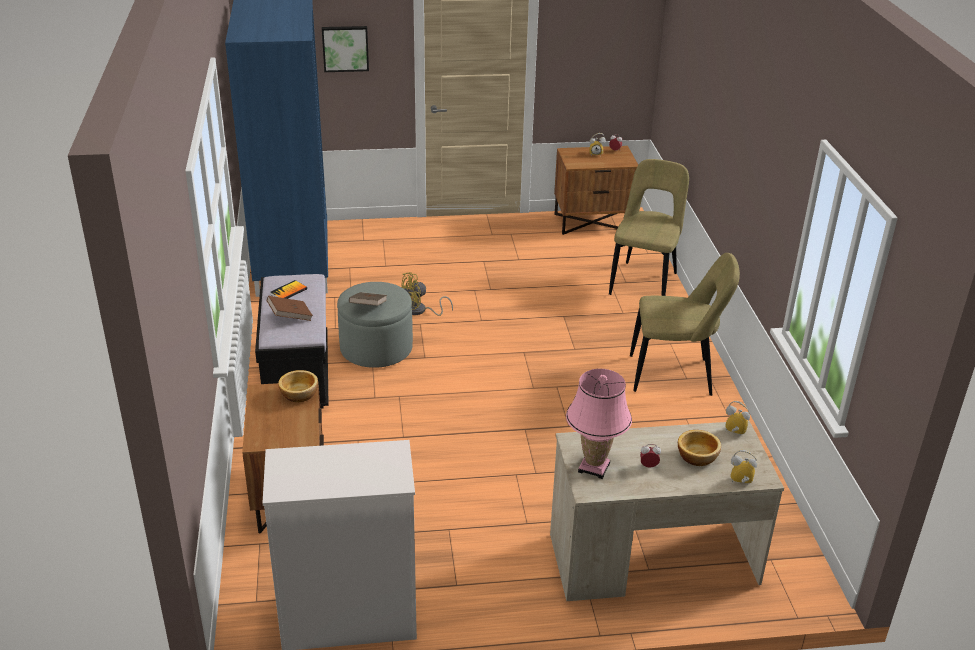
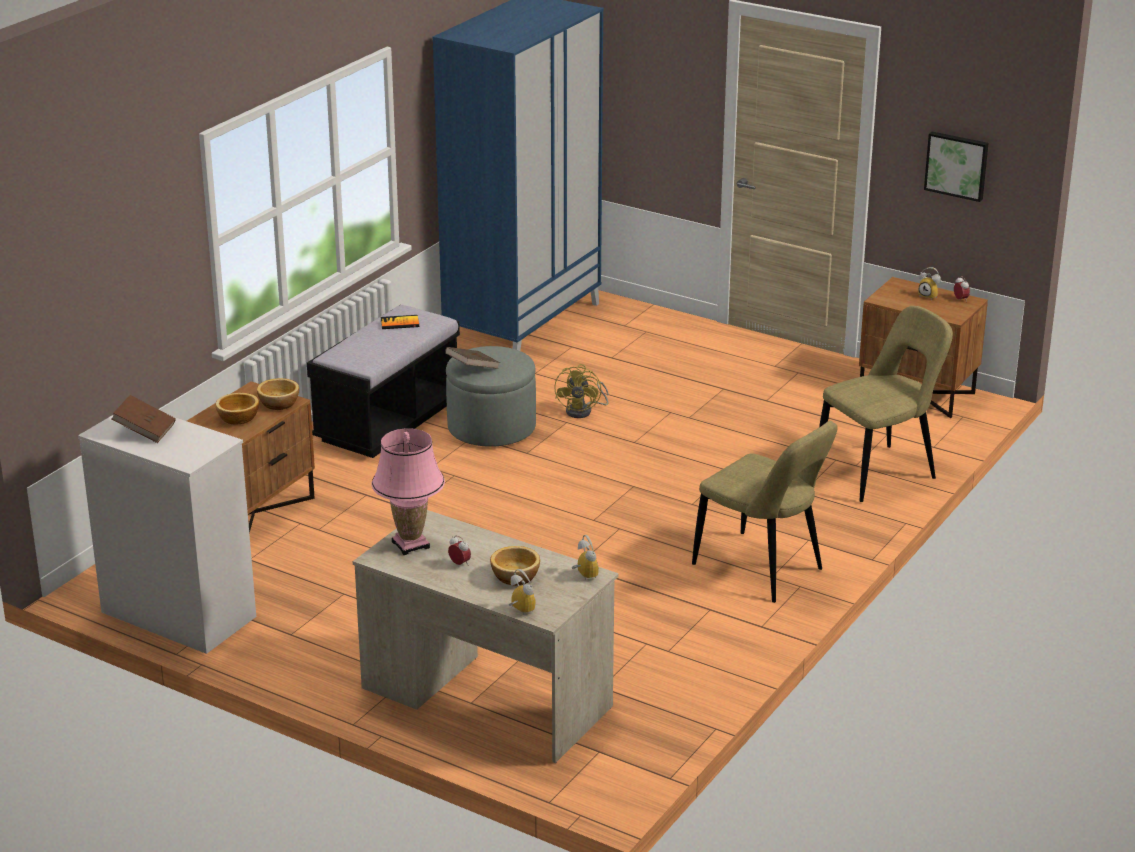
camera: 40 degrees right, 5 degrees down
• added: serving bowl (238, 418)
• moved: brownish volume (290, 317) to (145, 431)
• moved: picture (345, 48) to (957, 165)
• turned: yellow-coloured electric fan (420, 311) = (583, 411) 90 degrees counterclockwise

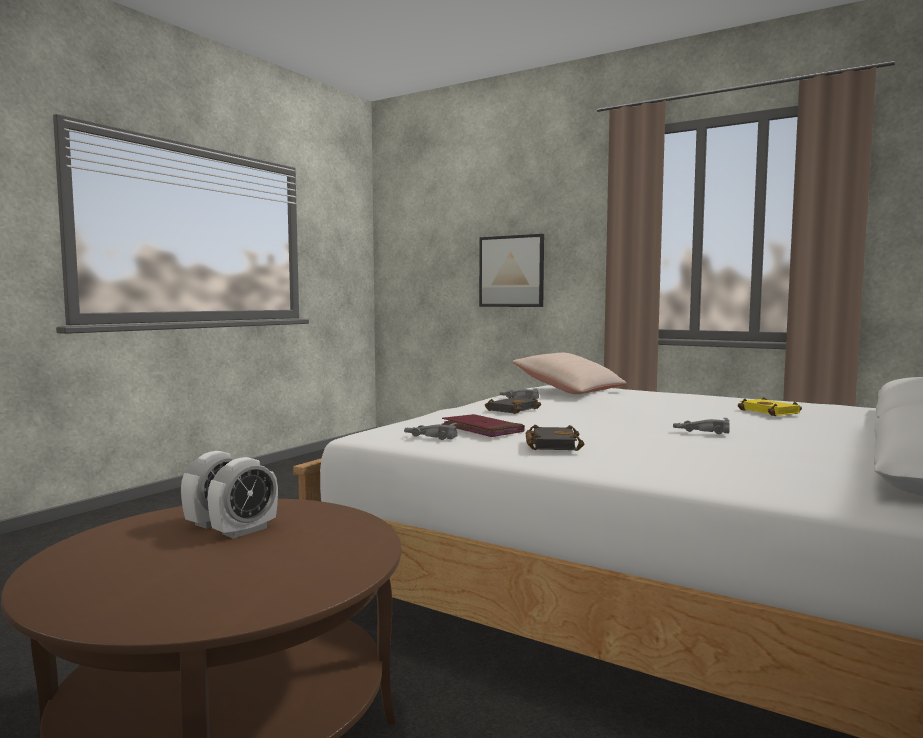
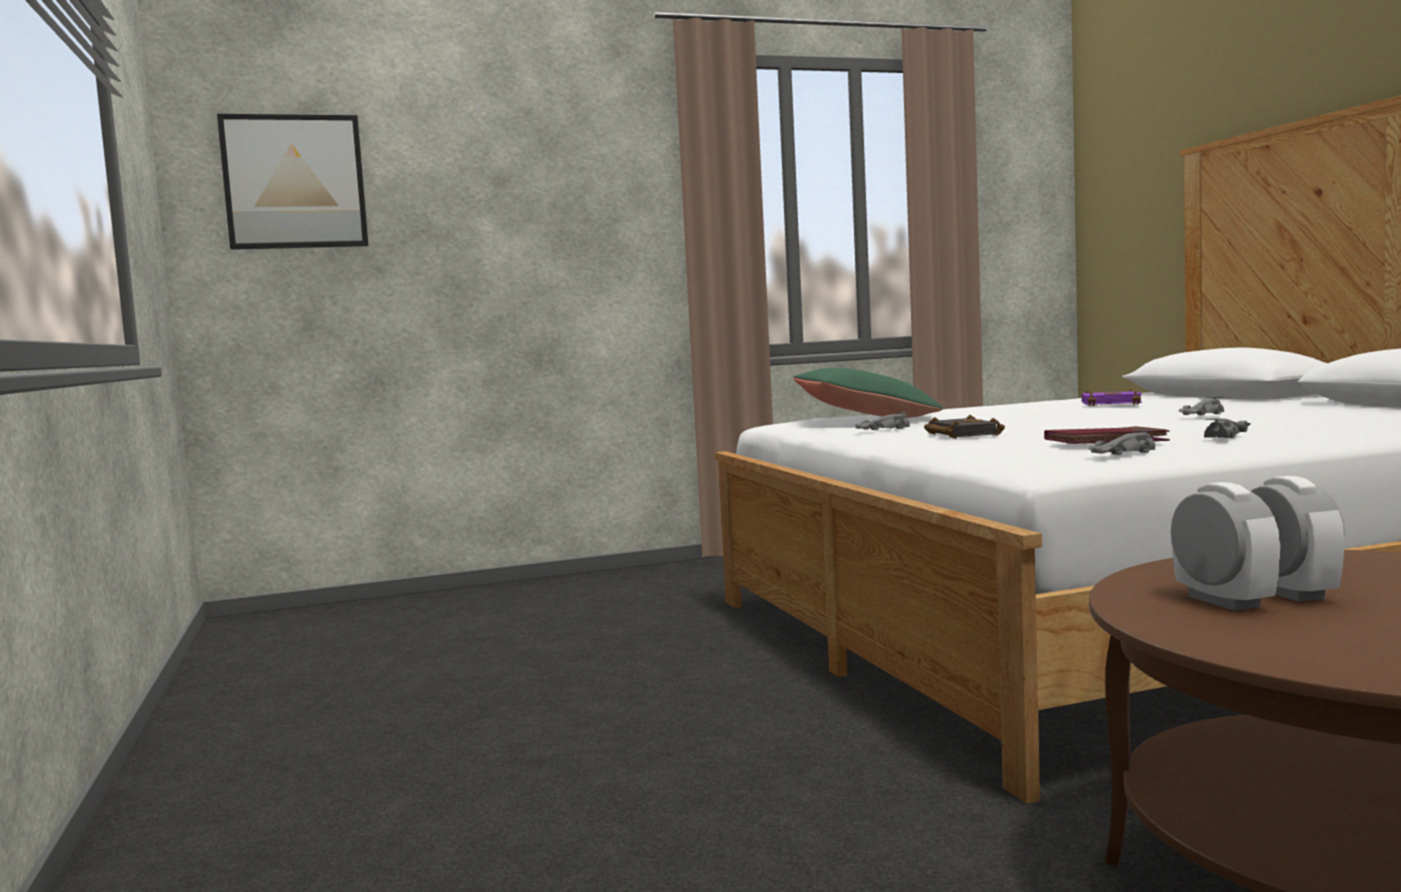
camera: 50 degrees left, 0 degrees up
• moved: picture (511, 271) to (295, 182)
• replaced: black volume (551, 444) to greyish toy car (1228, 435)
• recoloured: beige-coloured pillow (569, 390) to green pillow (865, 418)
• recoloured: yellow-coloured volume (771, 412) to purplish volume (1112, 403)

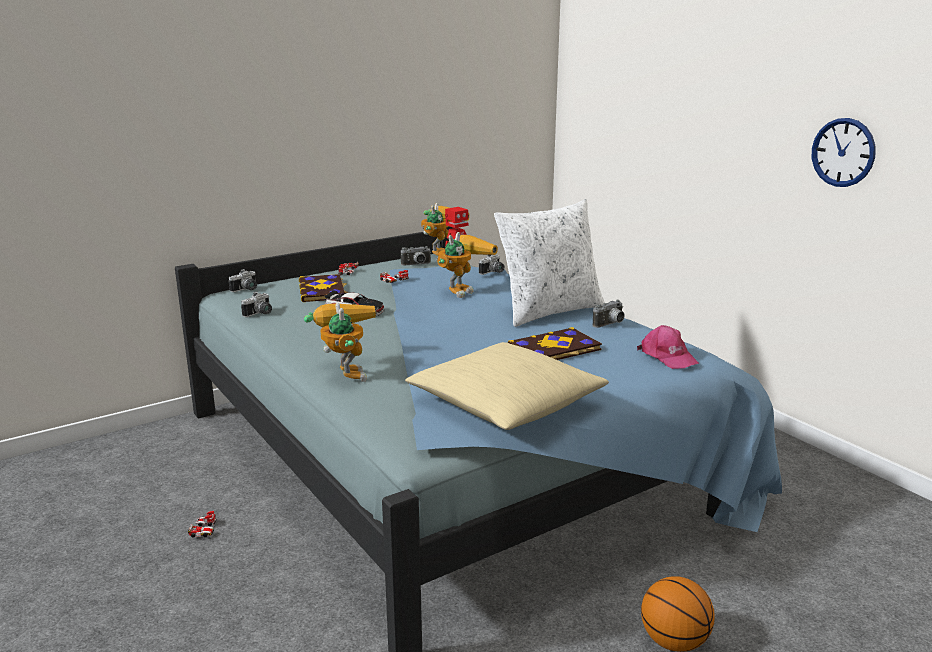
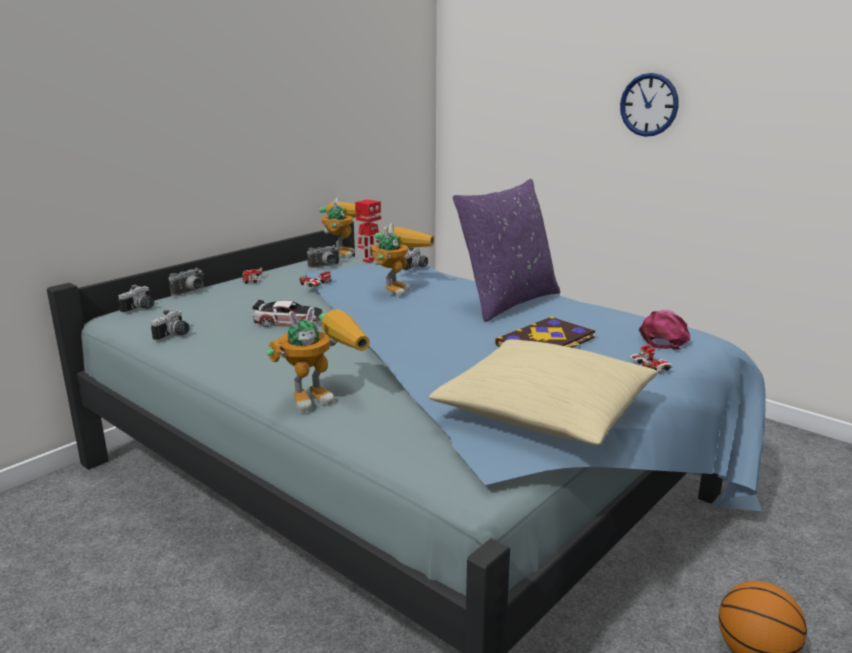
camera: 15 degrees left, 0 degrees up
• removed: volume (322, 290)
• moved: toy car (204, 529) to (649, 366)
• moved: still camera (610, 324) to (190, 292)
• moved: hanging clock (843, 152) to (649, 105)
• recoloured: white pillow (549, 311) to purplish pillow (507, 302)
• turned: model robot (344, 372) = (323, 396) 90 degrees clockwise
• turned: pinkish baseball cap (667, 357) = (665, 338) 105 degrees counterclockwise

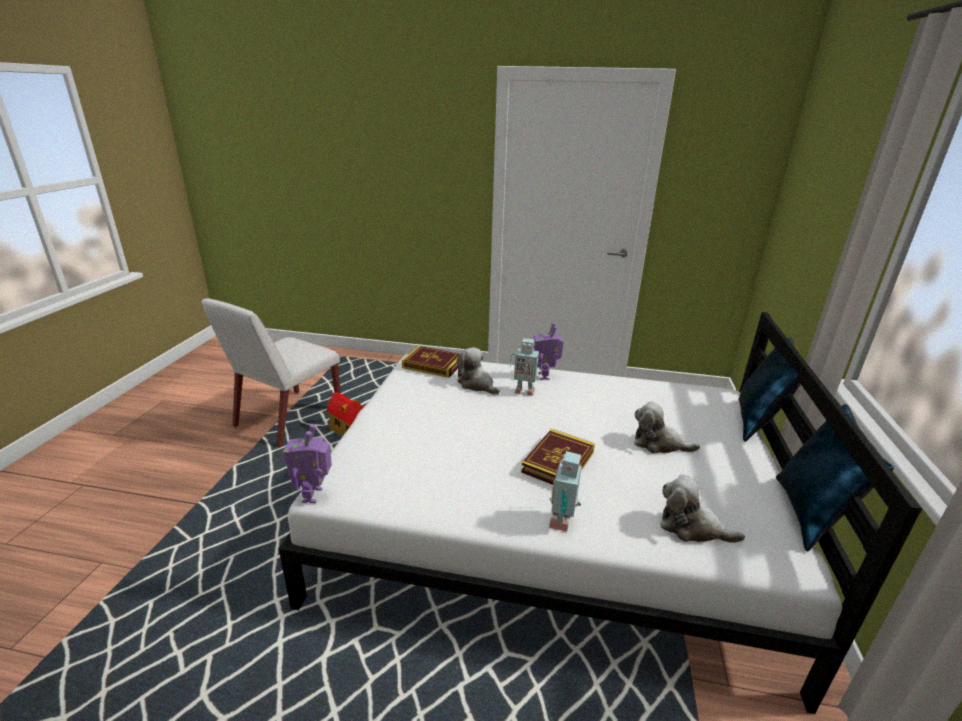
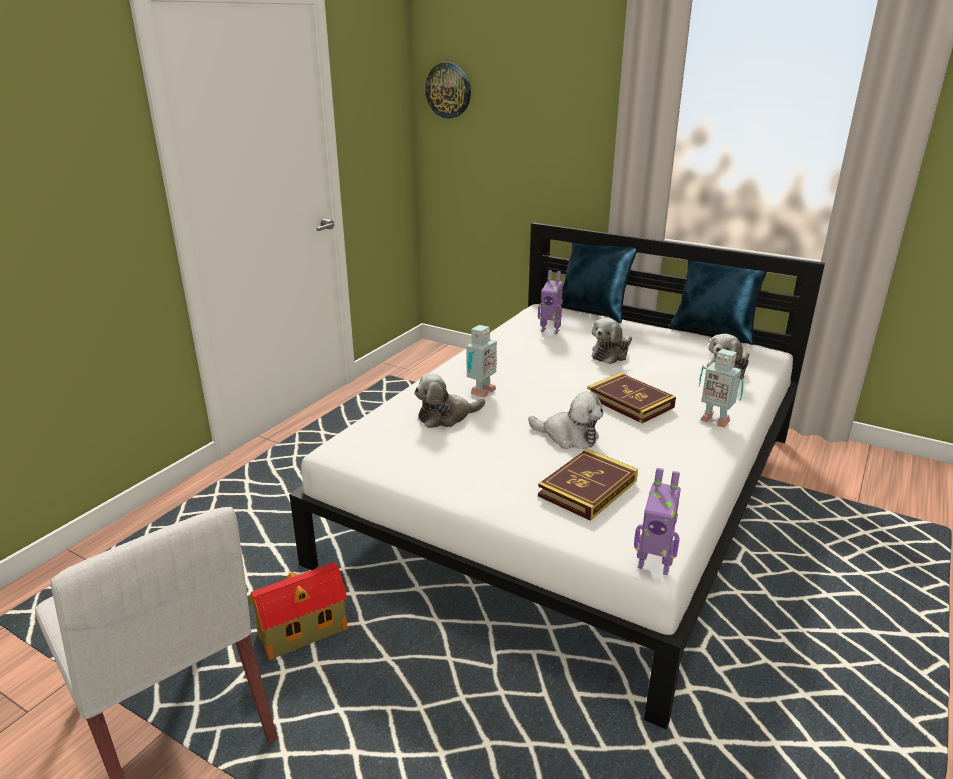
camera: 70 degrees left, 0 degrees up
• added: hanging clock (448, 90)
• added: cuddly toy (568, 436)
• moved: volume (433, 365) to (588, 488)
• moved: model robot (545, 376) to (550, 330)

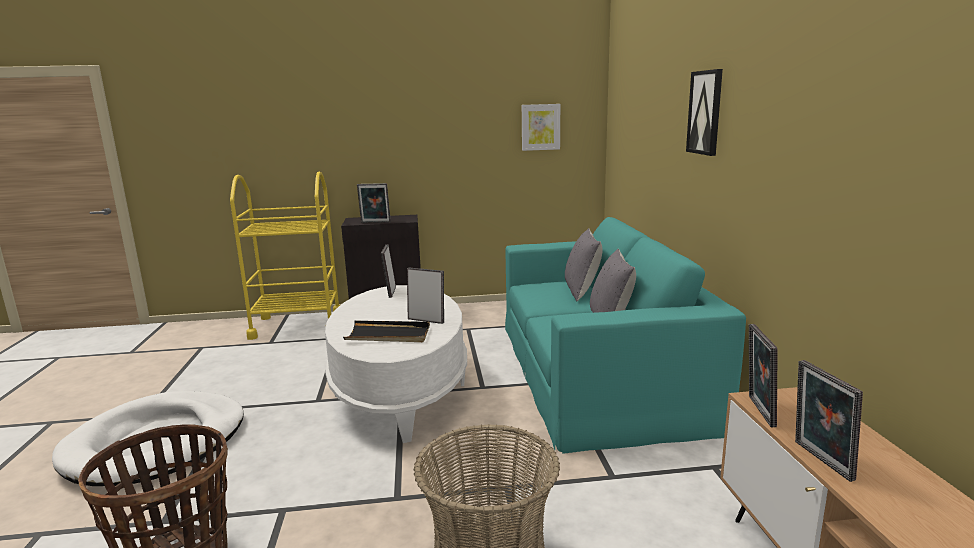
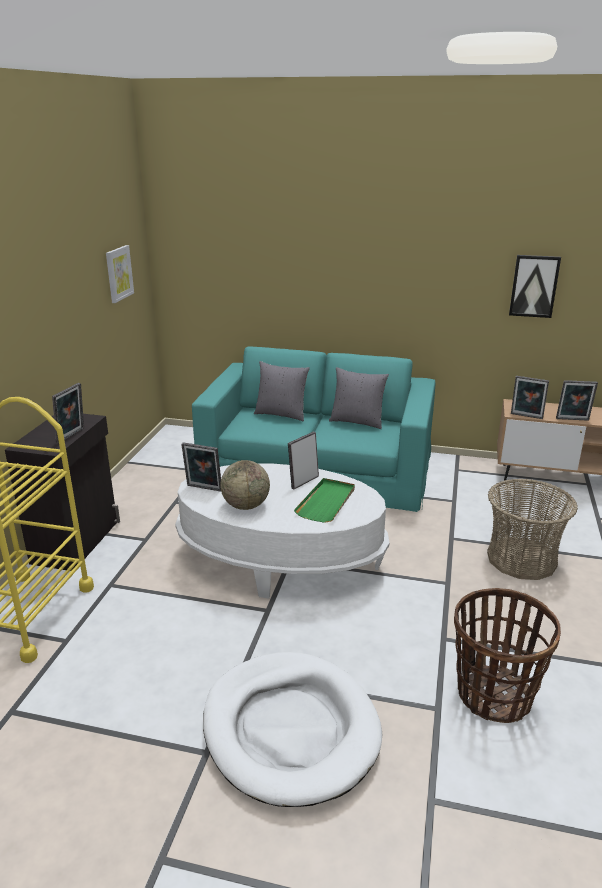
camera: 70 degrees left, 10 degrees up
• added: world globe (246, 505)
• moved: picture (705, 112) to (534, 286)
• recoloured: black tray (388, 335) to green tray (326, 502)

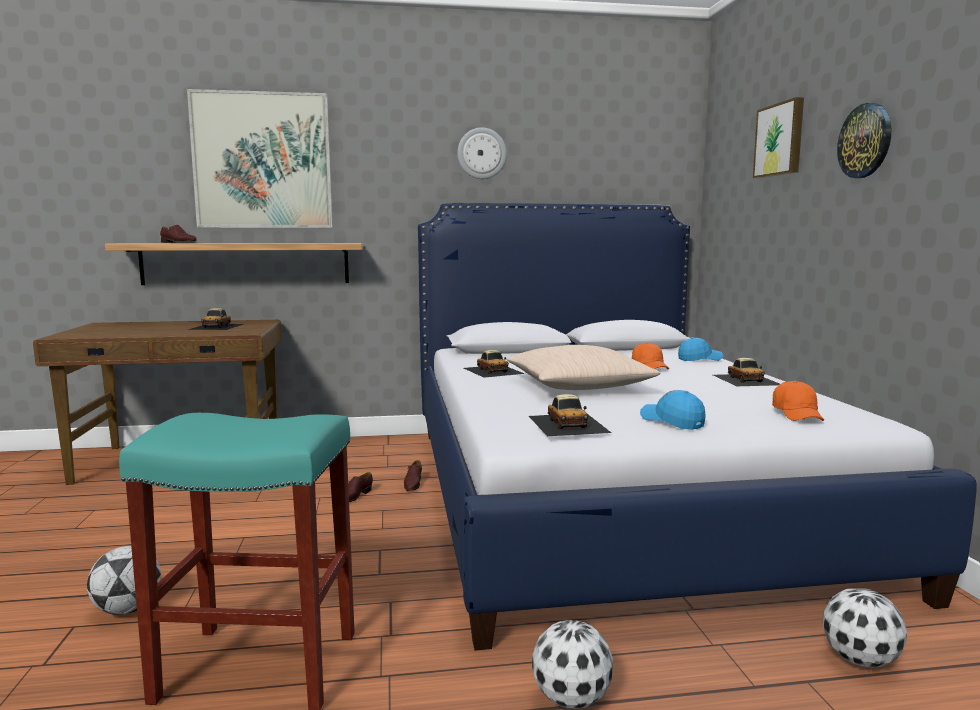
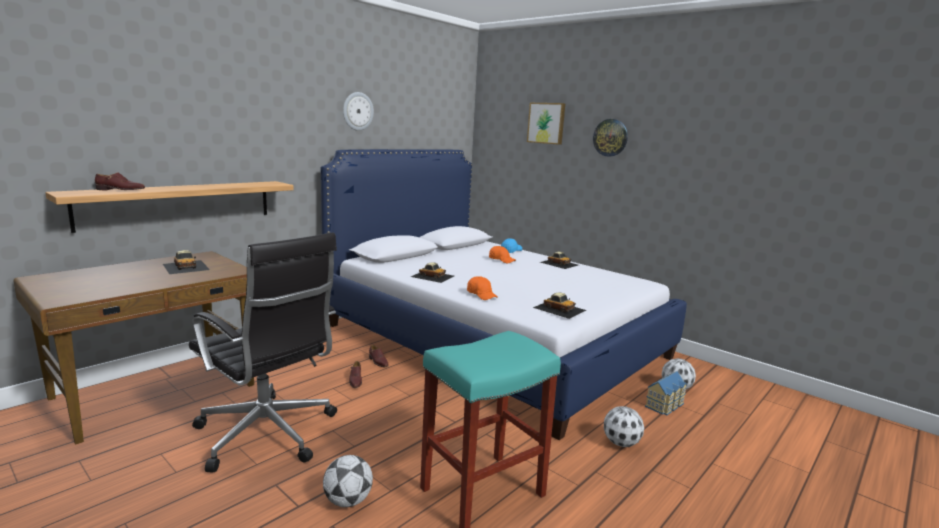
camera: 40 degrees left, 5 degrees up
• removed: picture (262, 161)
• removed: beige-coloured pillow (578, 386)
• removed: blue-coloured baseball cap (672, 421)
• added: black desk chair (268, 435)
• added: model house (665, 405)
• moved: orange baseball cap (797, 414) to (481, 295)

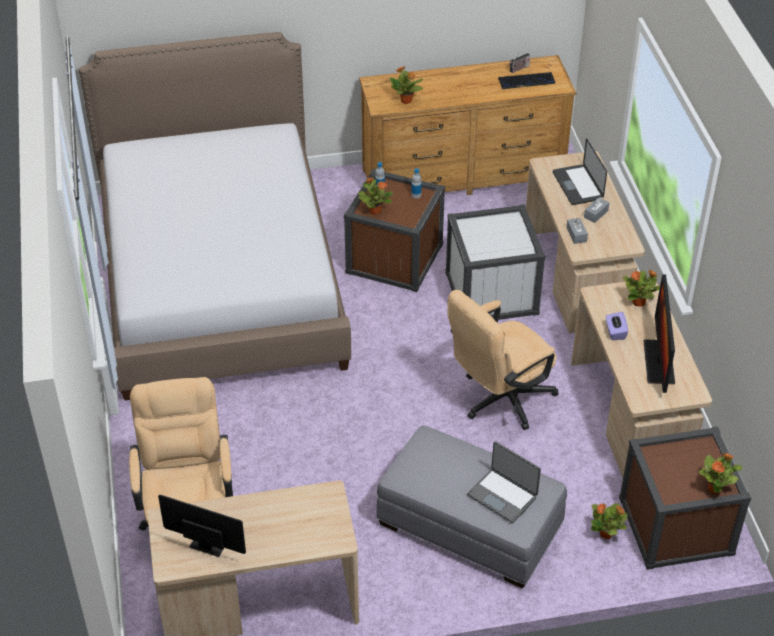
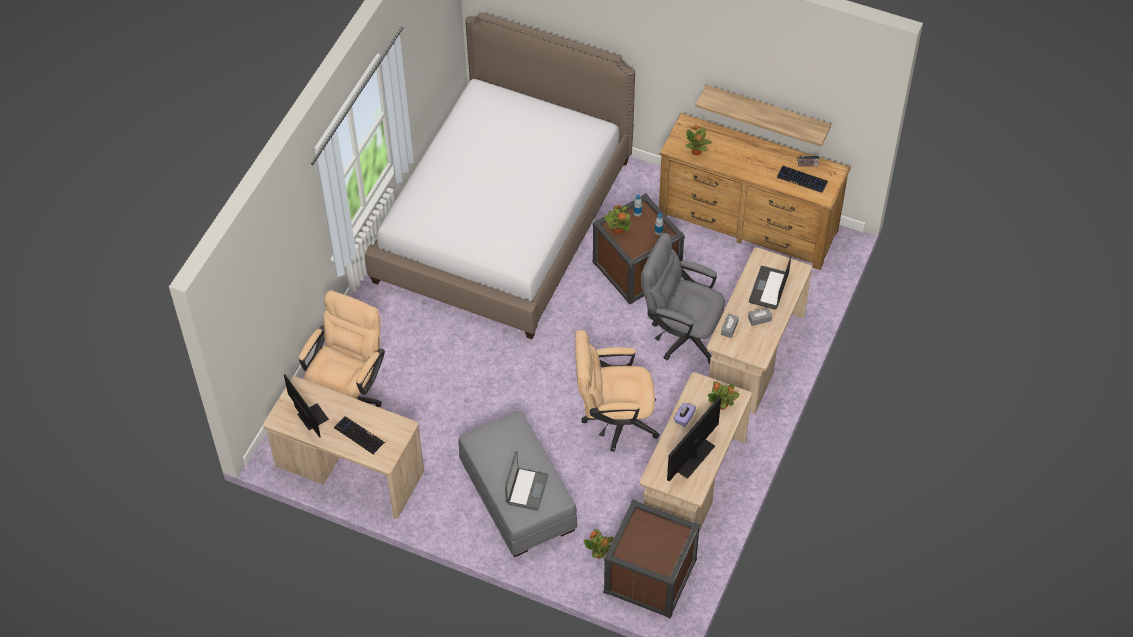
camera: 35 degrees right, 10 degrees up
• removed: potted plant (715, 488)
• added: computer keyboard (359, 435)
• added: bracket shelf (767, 112)
• replaced: white storage box (491, 293) to greyish desk chair (681, 333)
• turned: laptop (503, 495) = (526, 489) 150 degrees counterclockwise

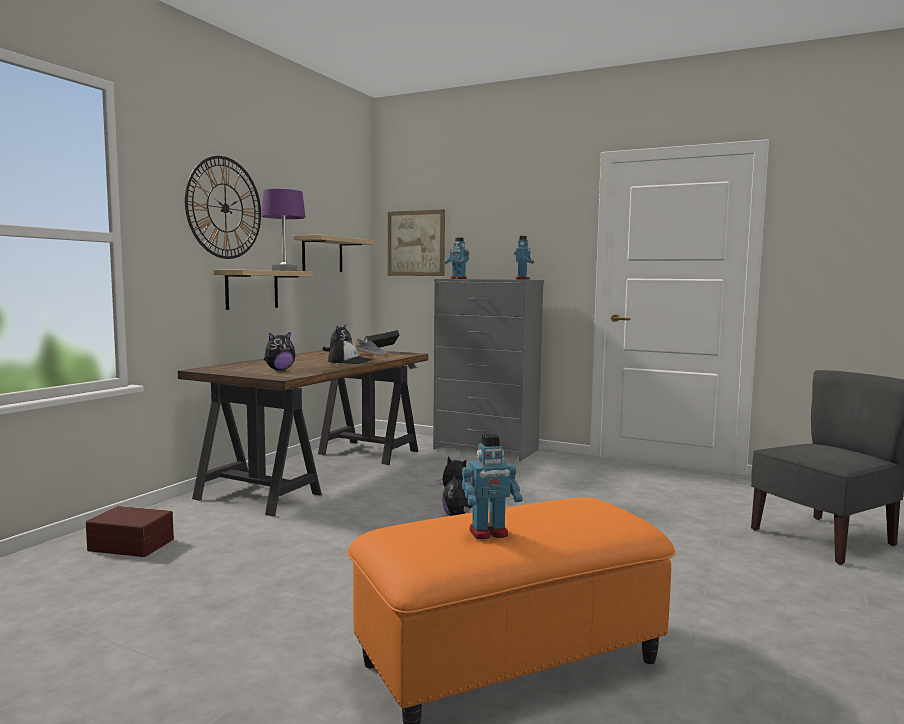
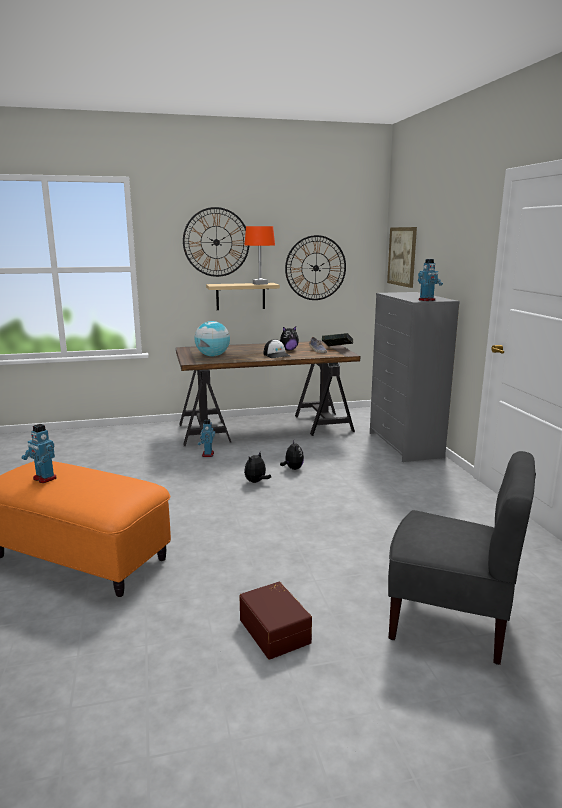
camera: 50 degrees right, 10 degrees up
• moved: brownish storage box (132, 544) to (276, 630)
• moved: model robot (458, 278) to (207, 454)
• replaced: cuddly toy (279, 370) to world globe (212, 356)
• replaced: bracket shelf (322, 254) to hanging clock (315, 268)
• recoloured: purplish lamp for a table (284, 270) to orange lamp for a table (260, 284)

